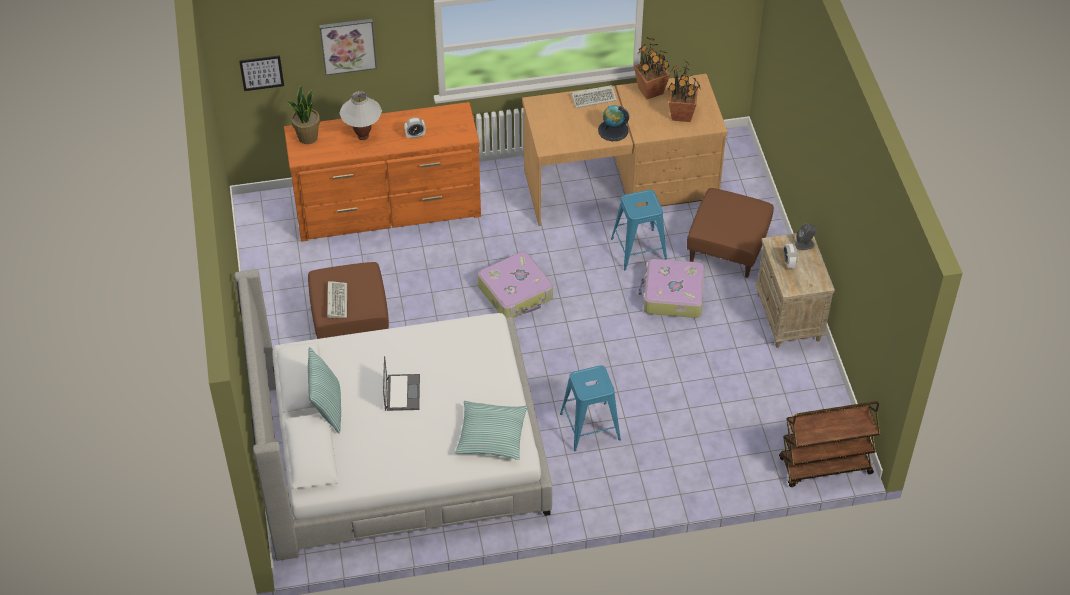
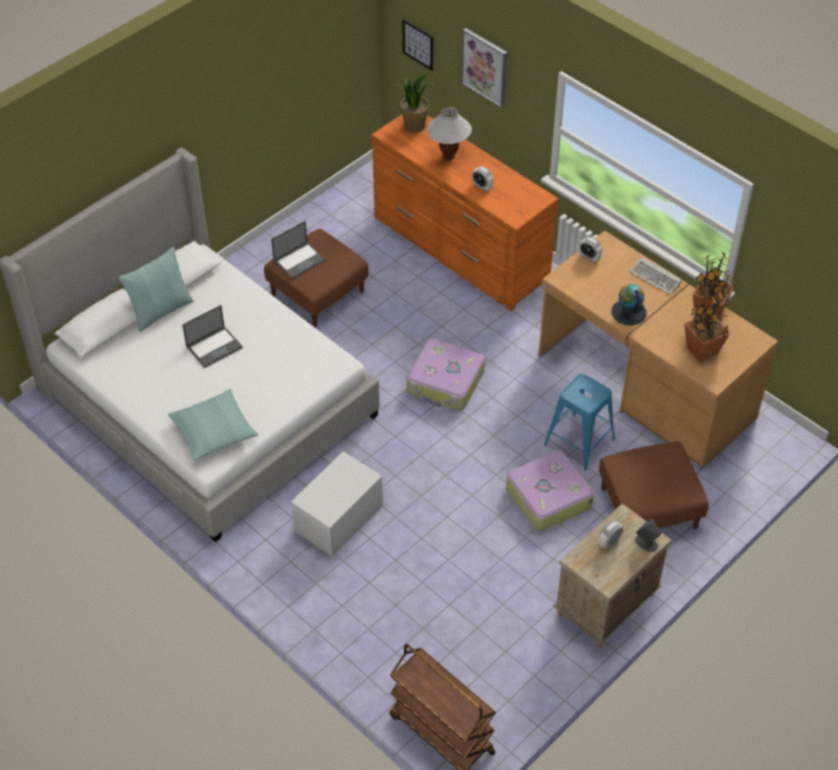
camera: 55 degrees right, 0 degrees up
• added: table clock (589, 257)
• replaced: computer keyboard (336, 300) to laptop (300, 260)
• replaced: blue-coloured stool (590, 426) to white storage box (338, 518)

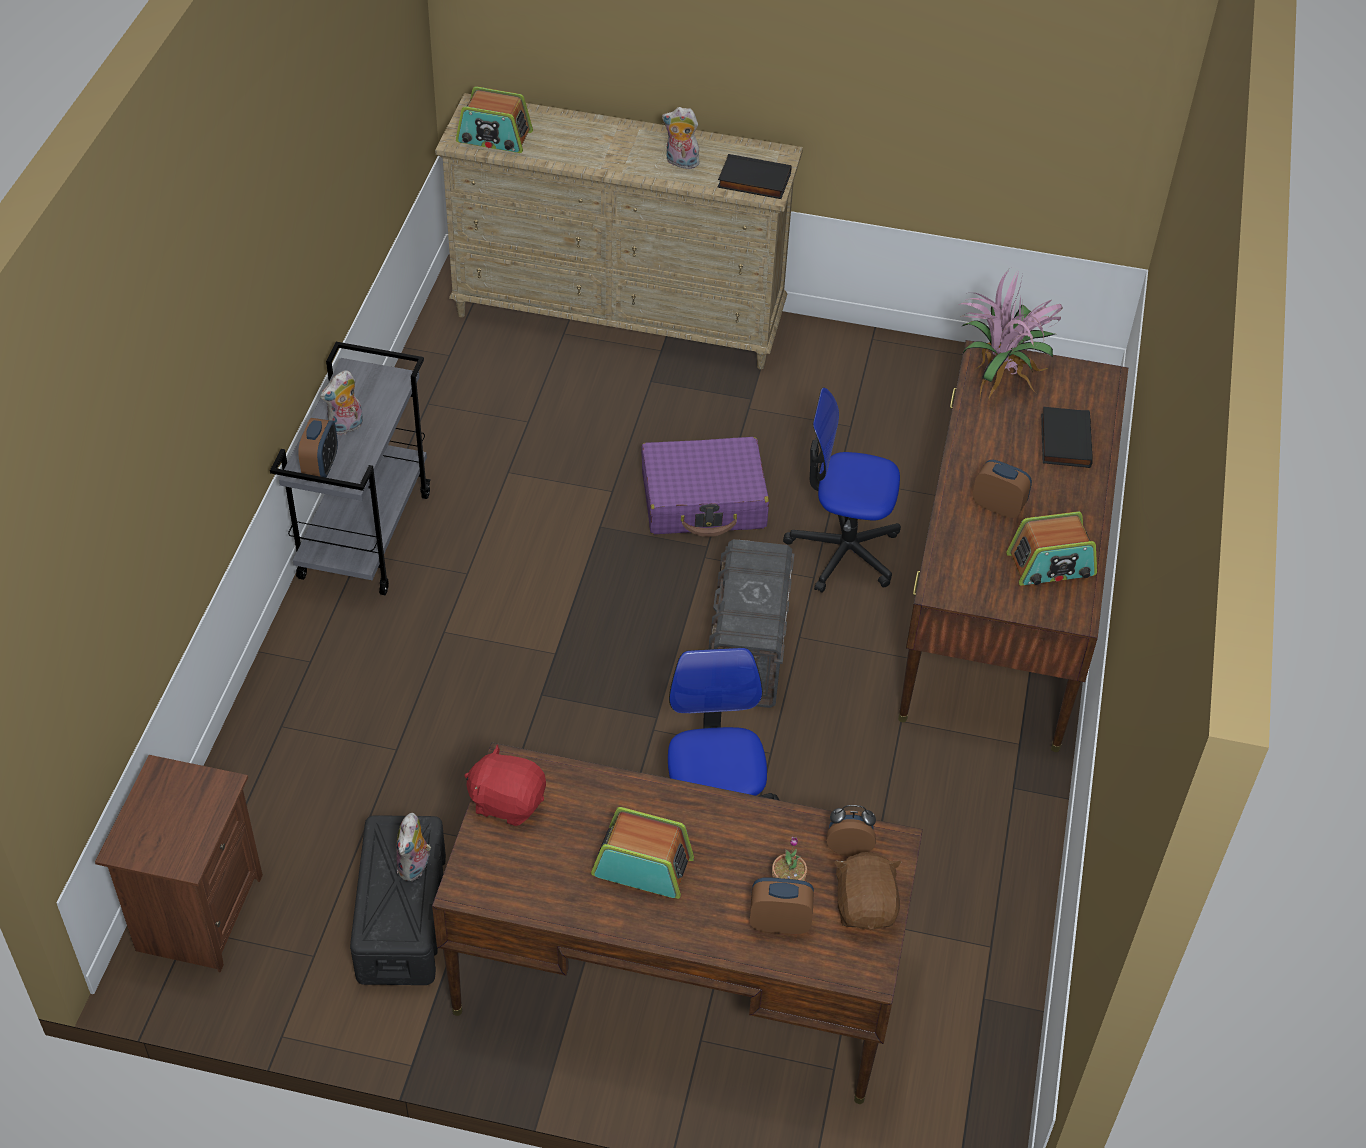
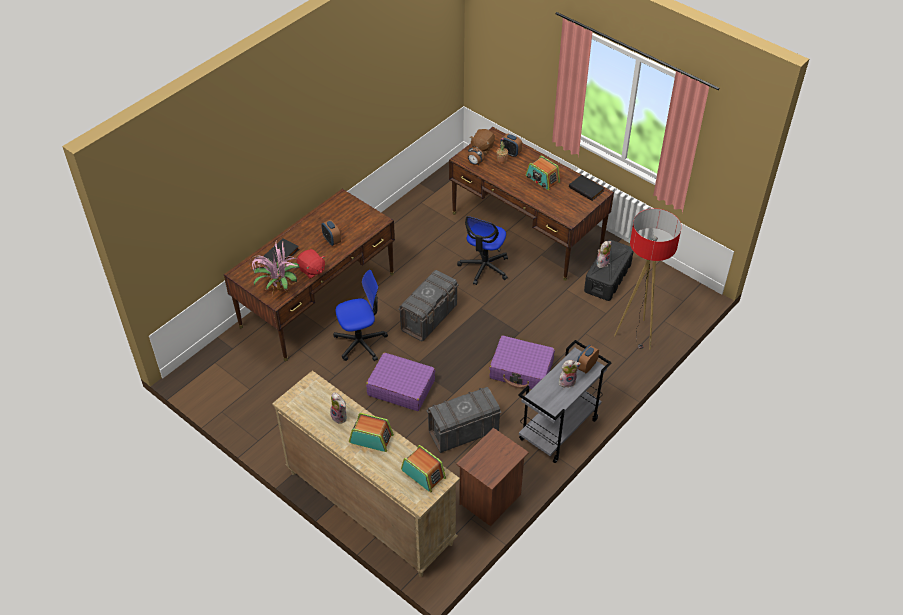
camera: 150 degrees left, 0 degrees up
• added: greyish storage box (463, 432)
• added: purplish suitcase (521, 370)
• added: standing lamp (636, 335)
• moved: brownish night table (197, 913) to (491, 499)
• moved: red cuddly toy (507, 801) to (311, 270)
• moved: black volume (753, 181) to (587, 189)
• moved: radio (1051, 565) to (371, 438)
• turned: desk chair (843, 551) = (360, 342) 60 degrees counterclockwise

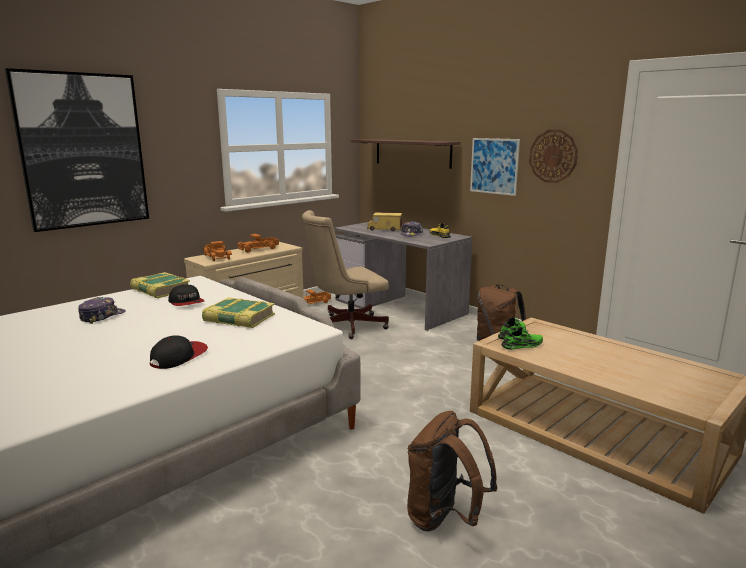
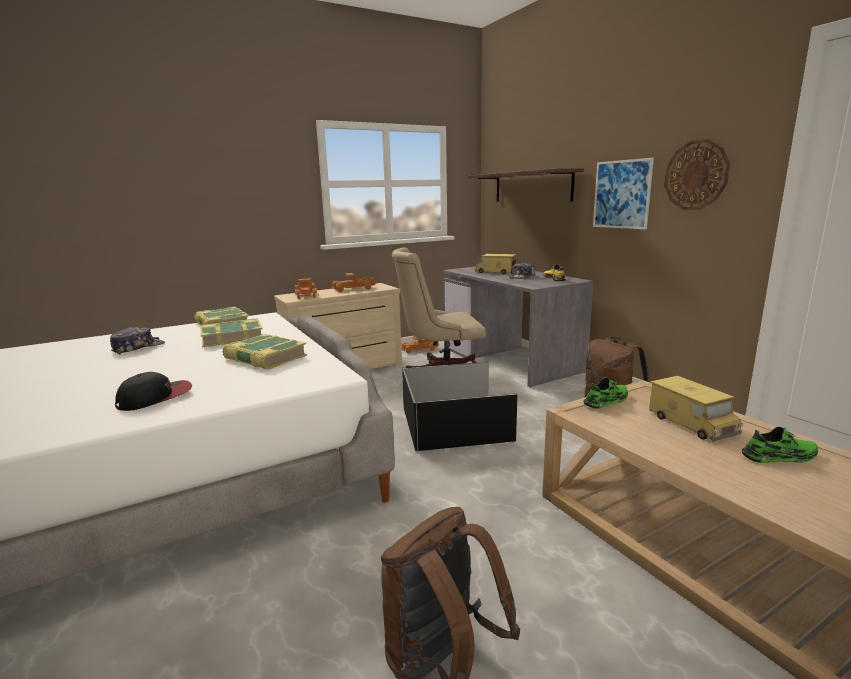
camera: 15 degrees right, 0 degrees up
• removed: picture (83, 151)
• added: black storage box (456, 424)
• added: model truck (691, 423)
• moved: green item of footwear (522, 345) to (780, 456)
• replaced: baseball cap (186, 302) to volume (232, 338)

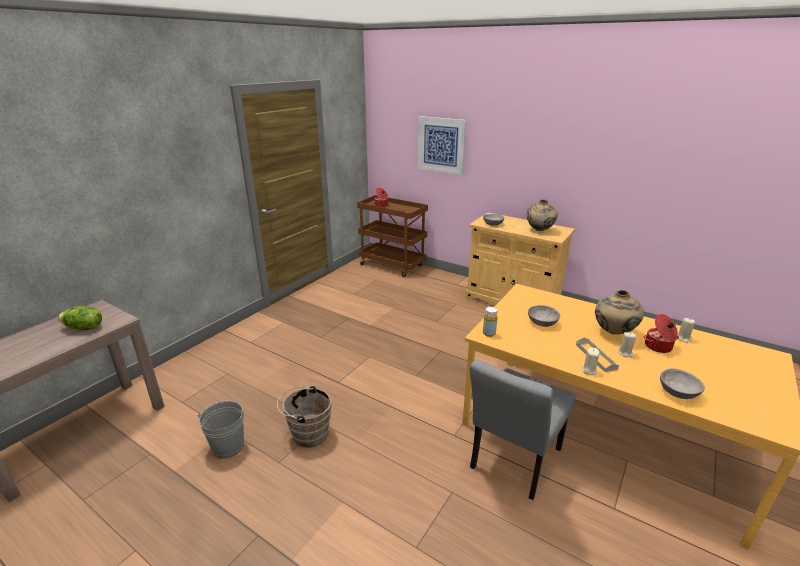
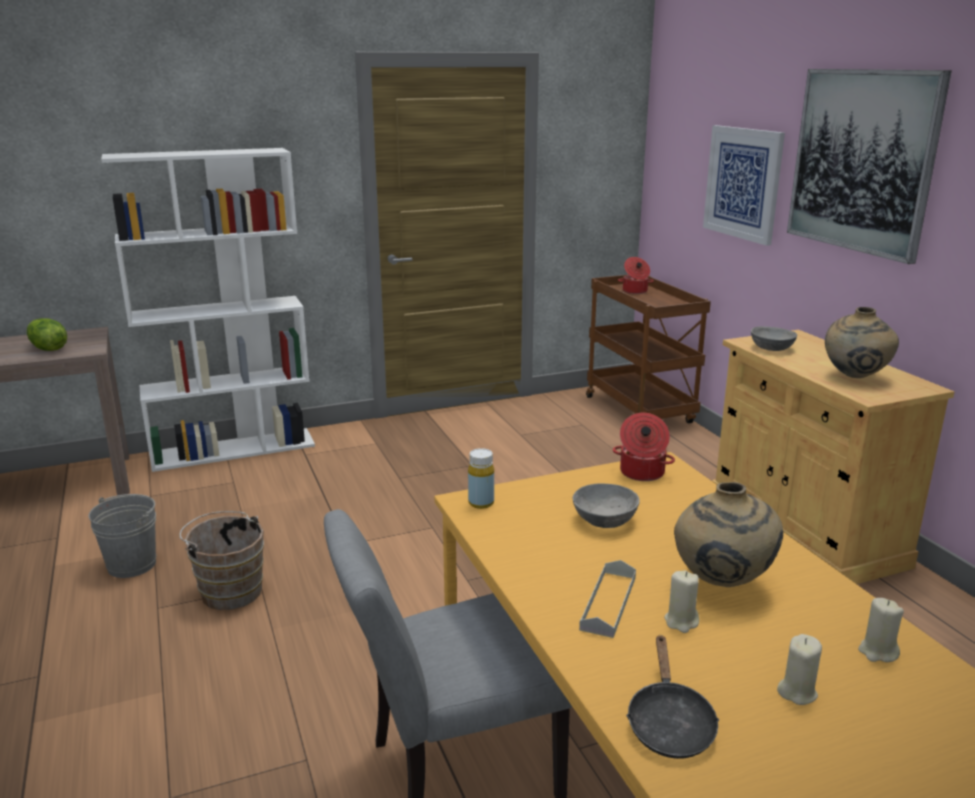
camera: 35 degrees right, 5 degrees down
• added: white bookcase (234, 449)
• added: picture (862, 161)
• moved: beige-coloured candle (588, 370) to (797, 692)
• moved: stockpot (658, 347) to (641, 473)
• replaced: greyish serving bowl (677, 392) to black frying pan (669, 723)

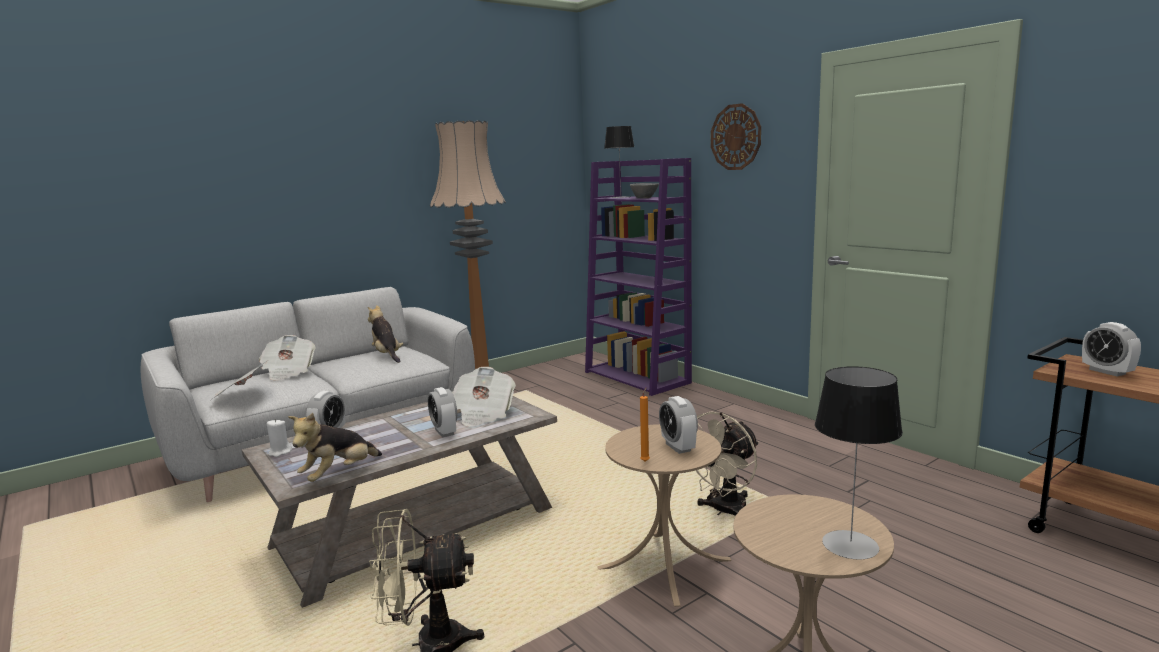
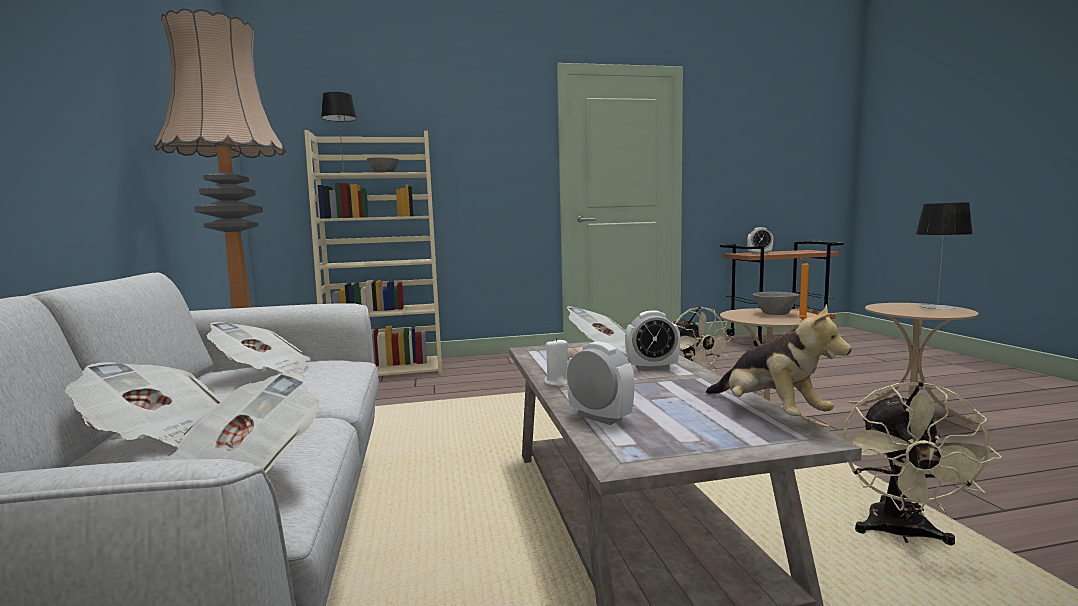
camera: 65 degrees left, 5 degrees down
• removed: hanging clock (736, 137)
• moved: white candle (280, 452) to (558, 382)
• replaced: cuddly toy (387, 355) to daily paper (265, 373)
• replaced: table clock (678, 447) to greyish serving bowl (775, 313)
• recoloured: purplish bookcase (638, 377) to beige-coloured bookcase (387, 369)

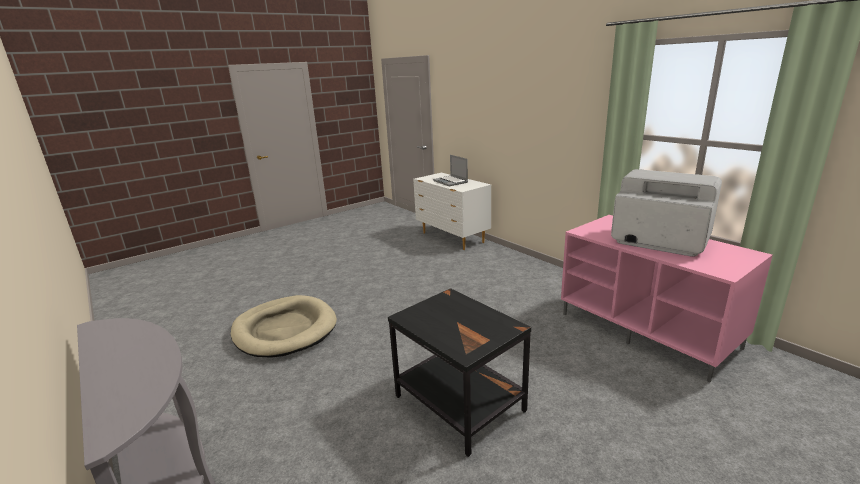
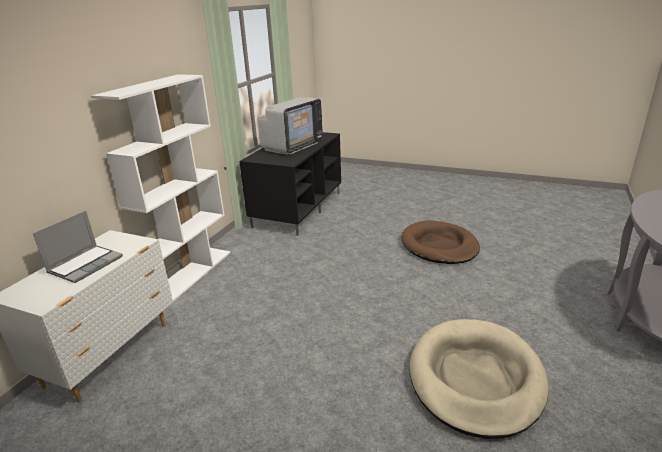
camera: 120 degrees left, 5 degrees up
• added: white bookcase (190, 273)
• replaced: black accent table (458, 404) to brownish dog cushion (439, 246)
• recoloured: pinkish tv unit (648, 330) to black tv unit (297, 209)
• turned: TV set (659, 241) = (292, 146) 150 degrees counterclockwise

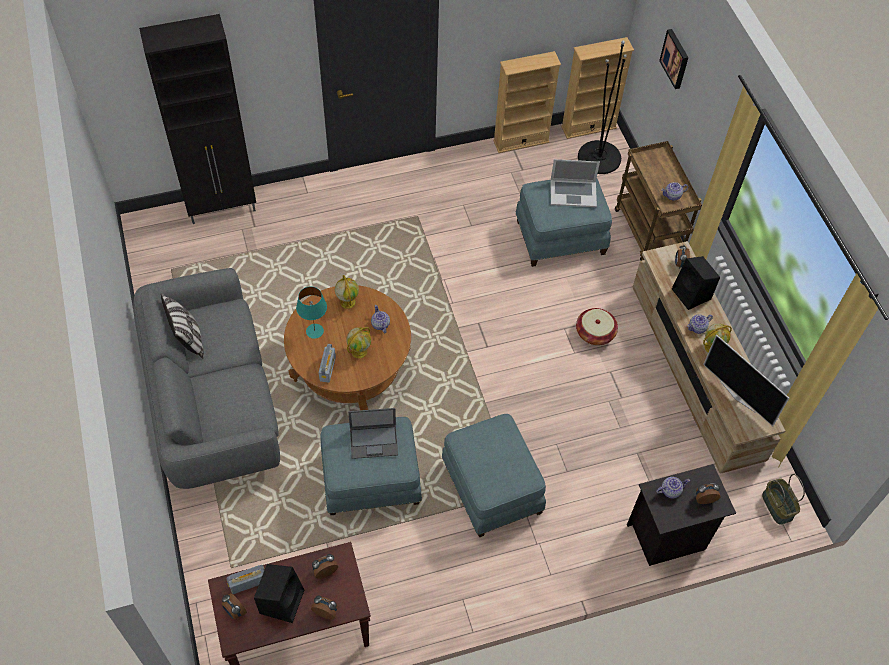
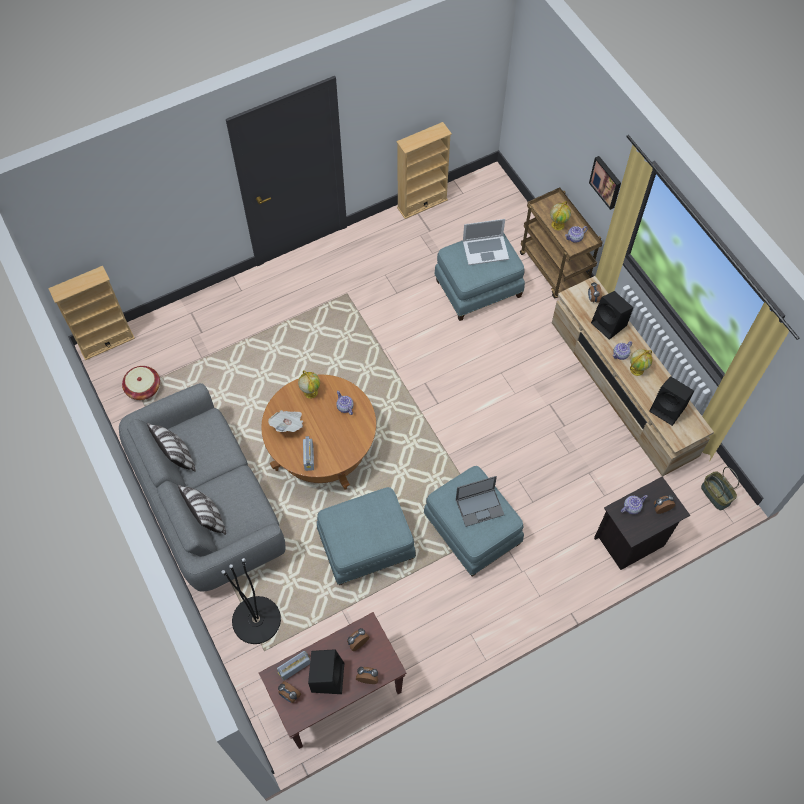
camera: 10 degrees left, 5 degrees up
• removed: black storage cabinet (223, 207)
• added: pillow (207, 518)
• moved: world globe (359, 351) to (558, 224)
• moved: laptop (374, 441) to (480, 507)
• moved: beige-coloured bookcase (588, 127) to (107, 342)
• moved: household basket (595, 333) to (143, 388)
• moved: black standing lamp (599, 157) to (256, 620)
• moved: picture (675, 58) to (606, 182)
• replaced: turquoise lamp for a table (314, 330) to daily paper (288, 425)
• replaced: TV set (738, 396) to black audio speaker (668, 409)

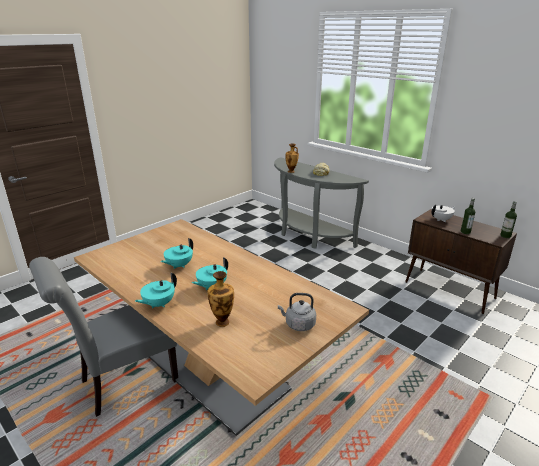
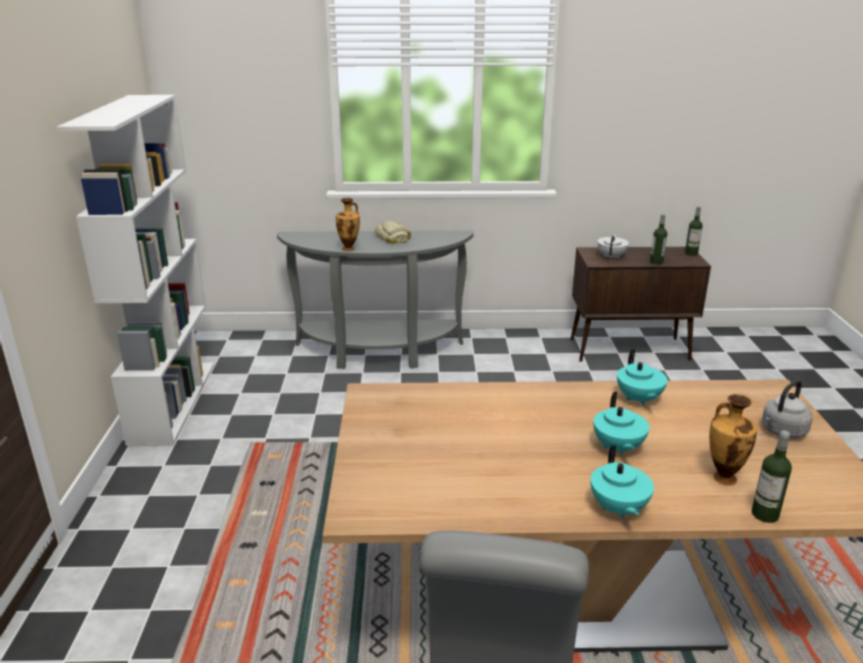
camera: 45 degrees left, 0 degrees up
• added: white bookcase (173, 401)
• added: bottle (764, 514)
• moved: turquoise teapot (179, 265) to (638, 399)

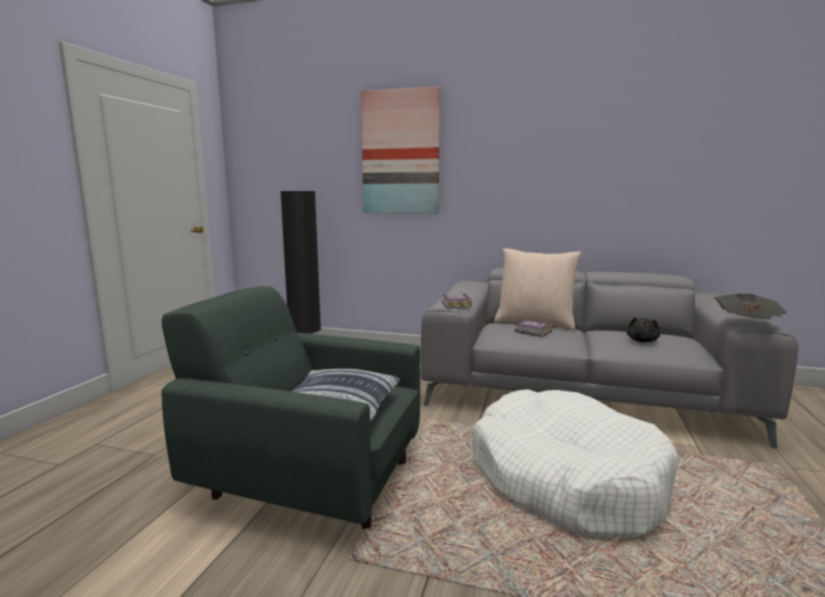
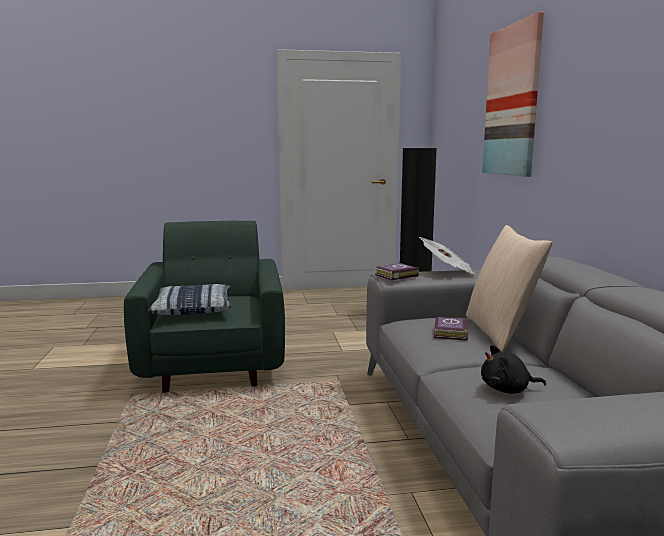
camera: 65 degrees right, 0 degrees up
• removed: white dog cushion (565, 479)
• moved: daily paper (747, 323) to (447, 270)

